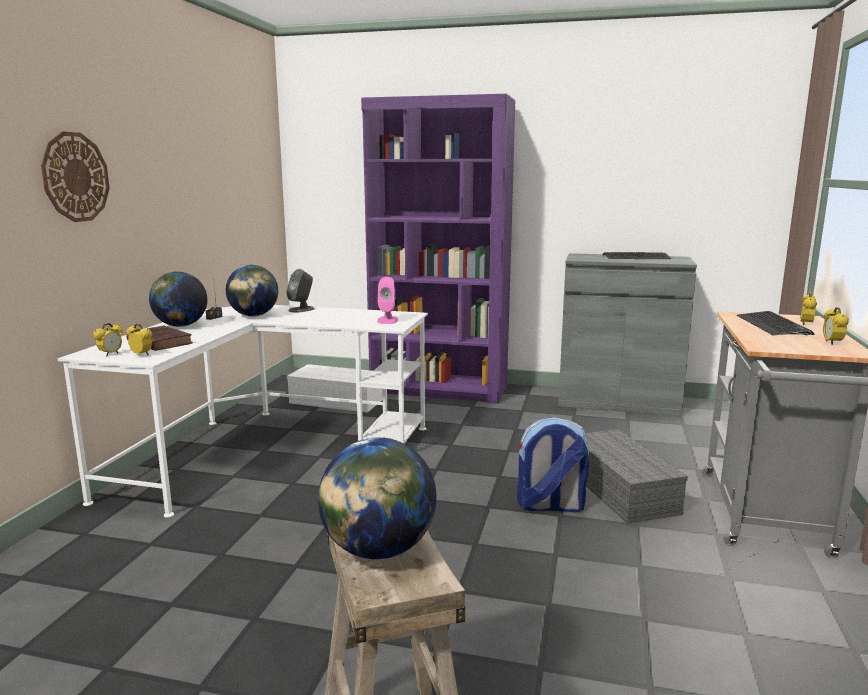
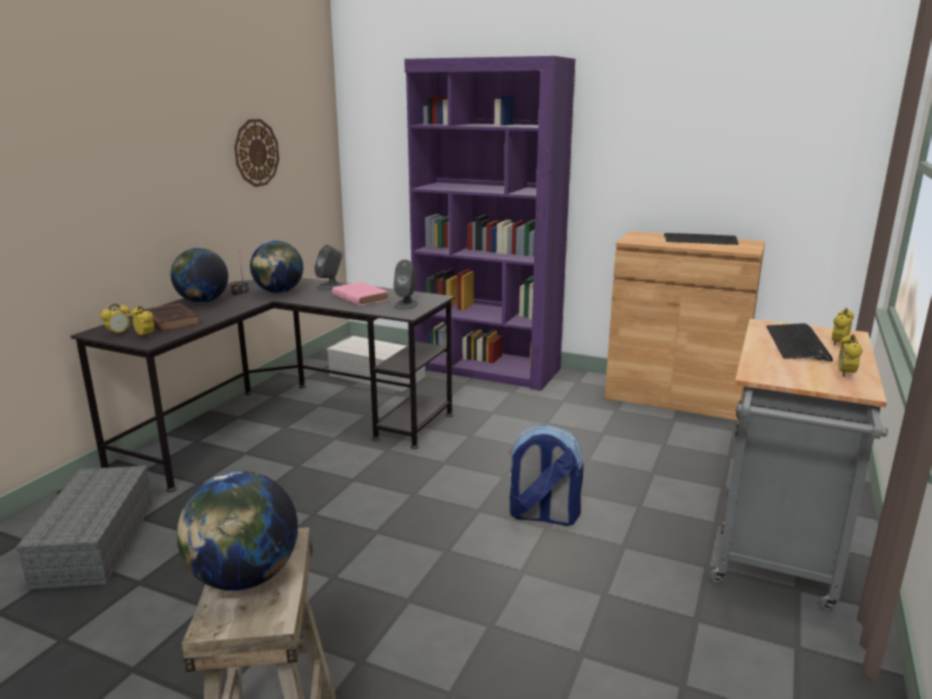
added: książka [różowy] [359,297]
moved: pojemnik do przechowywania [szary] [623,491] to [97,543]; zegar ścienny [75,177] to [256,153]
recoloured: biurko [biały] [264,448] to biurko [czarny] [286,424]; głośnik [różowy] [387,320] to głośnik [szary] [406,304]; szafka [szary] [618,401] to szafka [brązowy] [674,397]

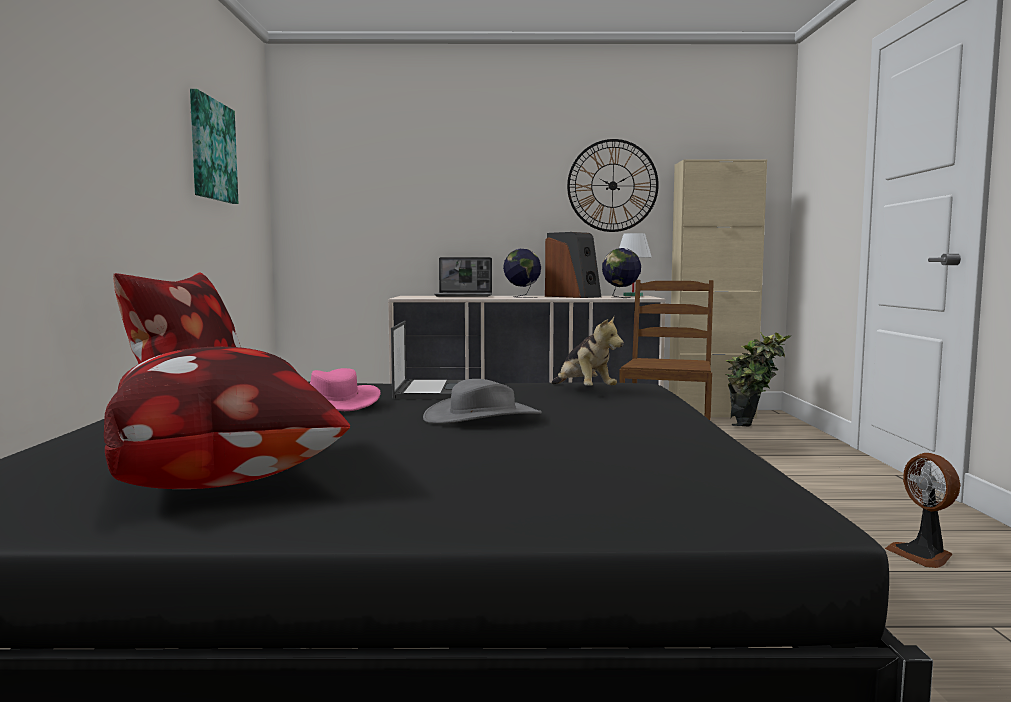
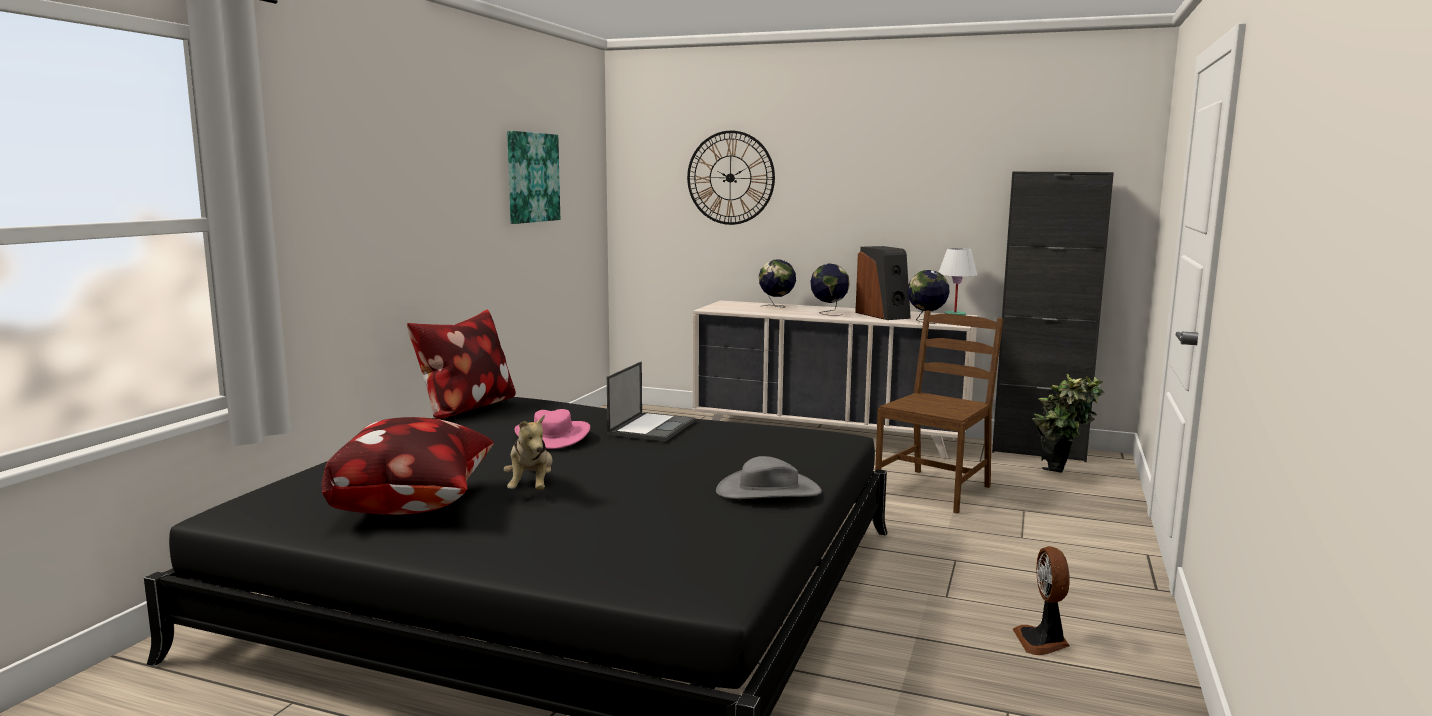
moved: pluszak [584,391] to [531,488]; zegar ścienny [612,185] to [730,178]; kapelusz [szary] [483,417] to [768,491]
replaced: laptop [464,296] to globus [776,307]
recoloured: szafka [beżowy] [711,414] to szafka [czarny] [1038,451]

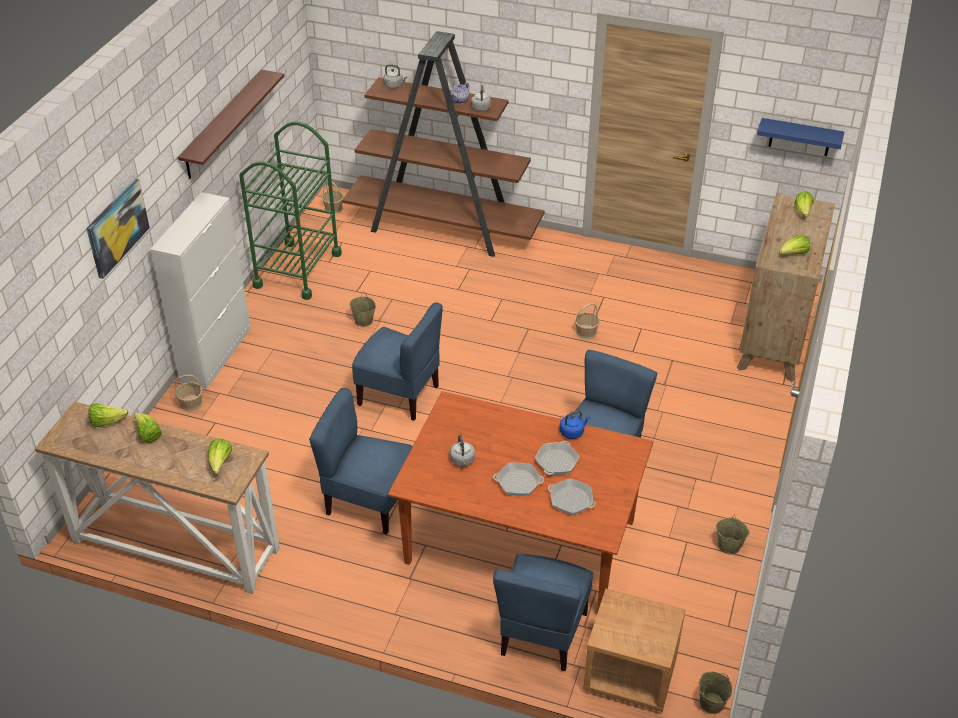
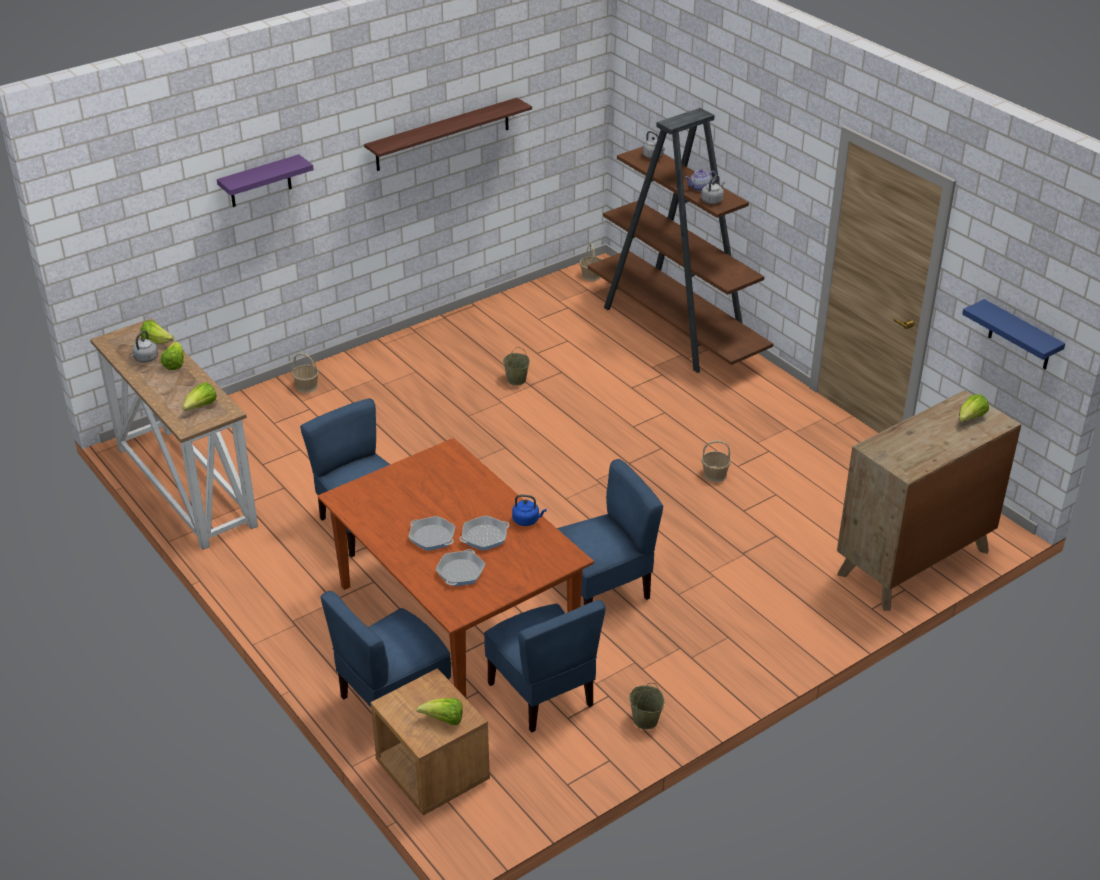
removed: szafka [biały] [216,354]; wózek [zielony] [297,270]; wiadro [beżowy] [711,703]
moved: czajnik [szary] [462,461] to [145,359]; sałata [793,254] to [444,720]; krzesło [niebieski] [399,395] to [542,694]
replaced: obraz [117,227] to półka [fioletowy] [260,182]
turned: patelnia [571,500] = [460,572] 45 degrees clockwise

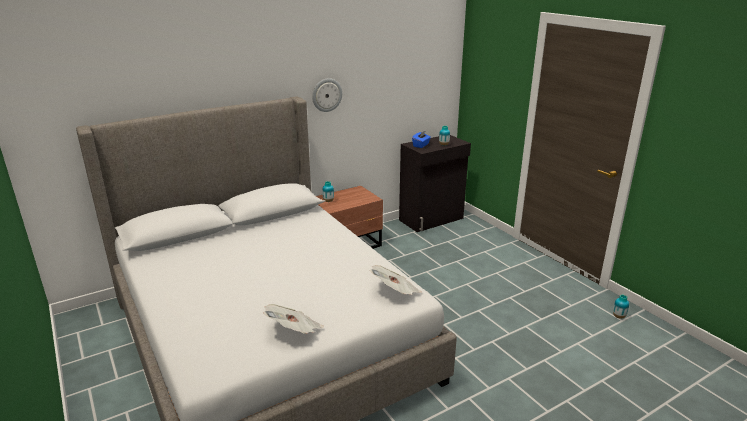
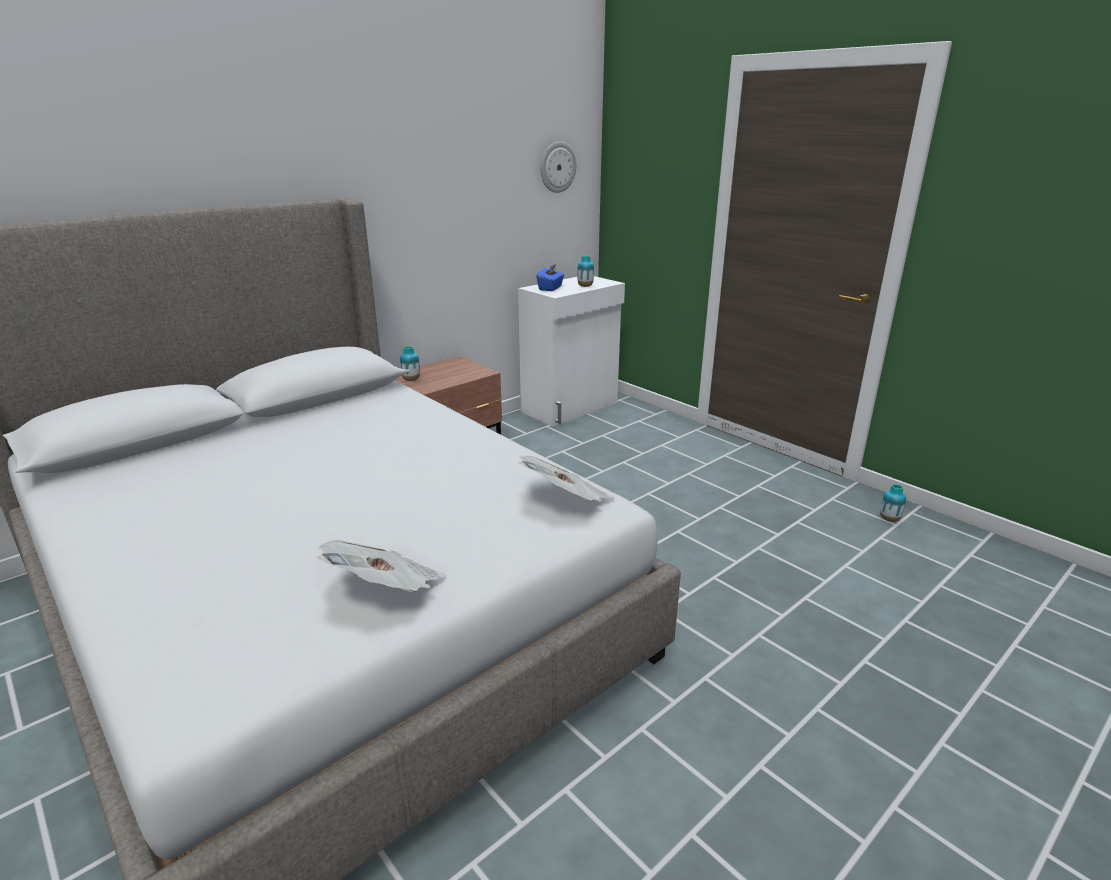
moved: zegar ścienny [326,95] to [557,167]
recoloured: szafka [czarny] [432,219] to szafka [biały] [571,407]

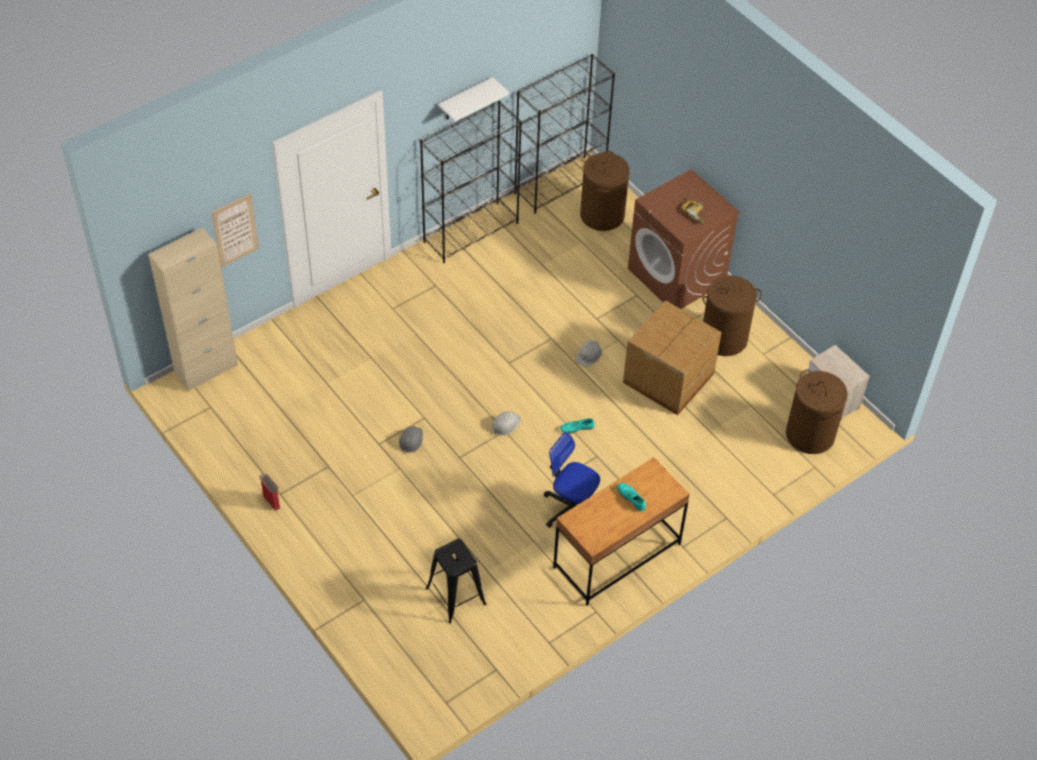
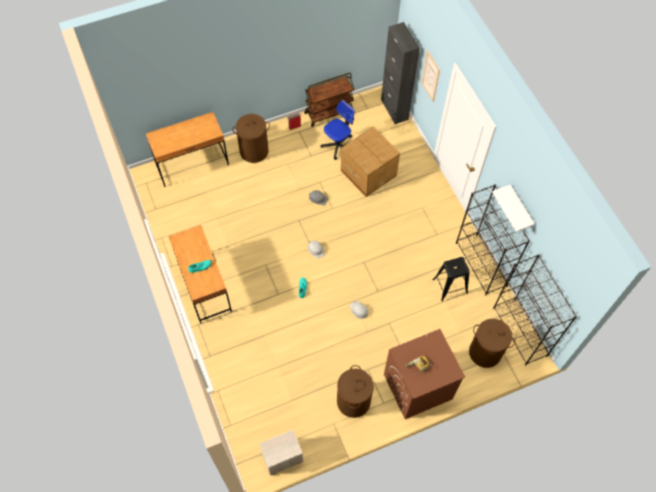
added: biurko [brązowy] [192,164]; wózek [brązowy] [329,112]
moved: kosz na pranie [brązowy] [809,434] to [254,151]; krzesło biurowe [571,509] to [338,145]; karton [667,378] to [368,172]; stołek [czarny] [455,595] to [450,286]
recoloured: szafka [beżowy] [206,370] to szafka [czarny] [394,109]

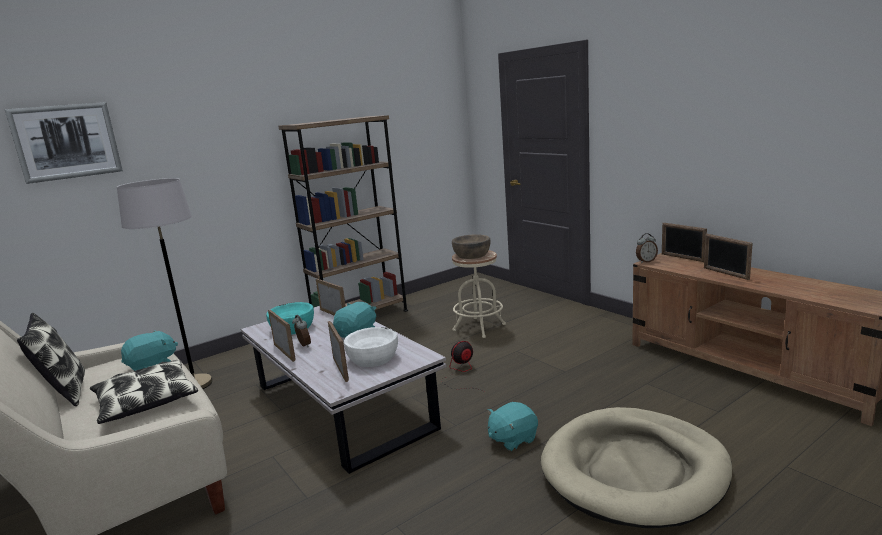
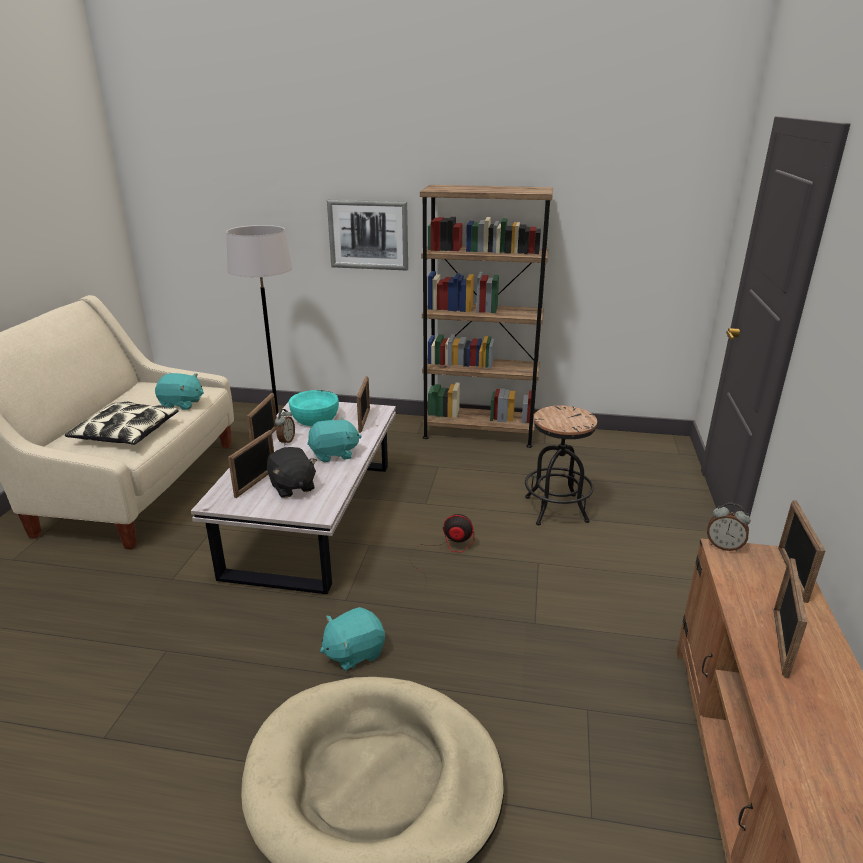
removed: poduszka [64,393]; miska [brązowy] [472,255]
moved: obraz [66,142] to [368,235]
replaced: miska [biały] [373,358] to pluszak [czarny] [292,487]
recoloured: stołek [beżowy] [479,327] to stołek [czarny] [556,509]
turned: pluszak [turkusowy] [512,439] = [354,652] 45 degrees counterclockwise

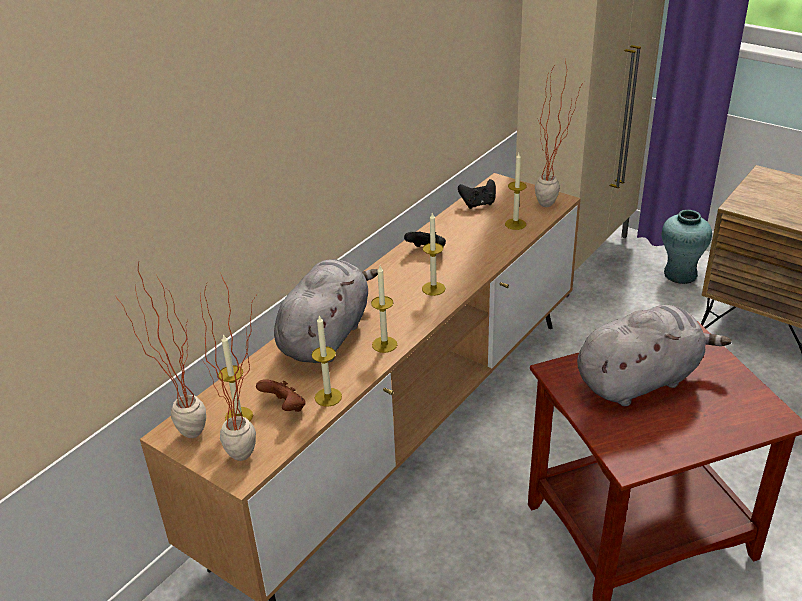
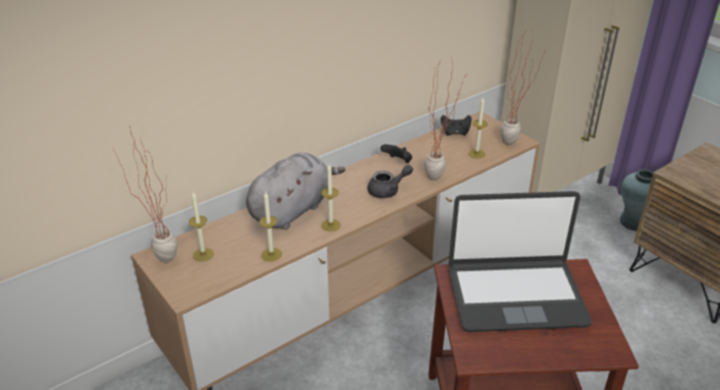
removed: pad do gier [brązowy] [285,408]
moved: roślina doniczkowa [253,455] to [440,179]
replaced: świeca [433,288] to imbryk [szary] [388,191]; pluszak [szary] [640,380] to laptop [515,295]

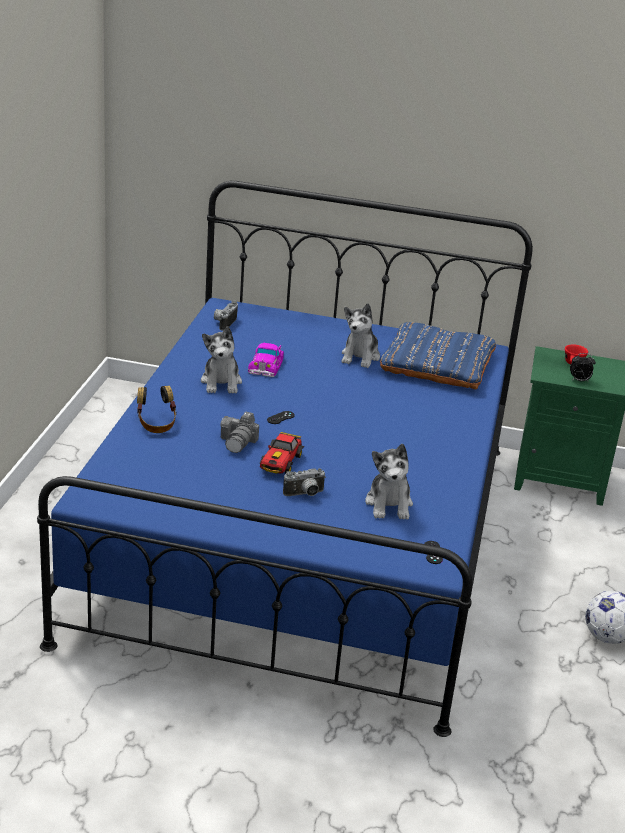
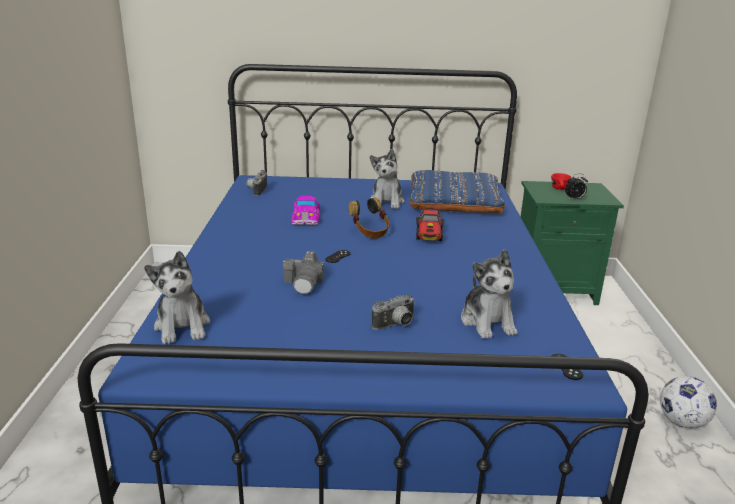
moved: pluszak [221,382] to [182,326]; słuchawki [156,424] to [369,232]; samochodzik [280,463] to [429,235]

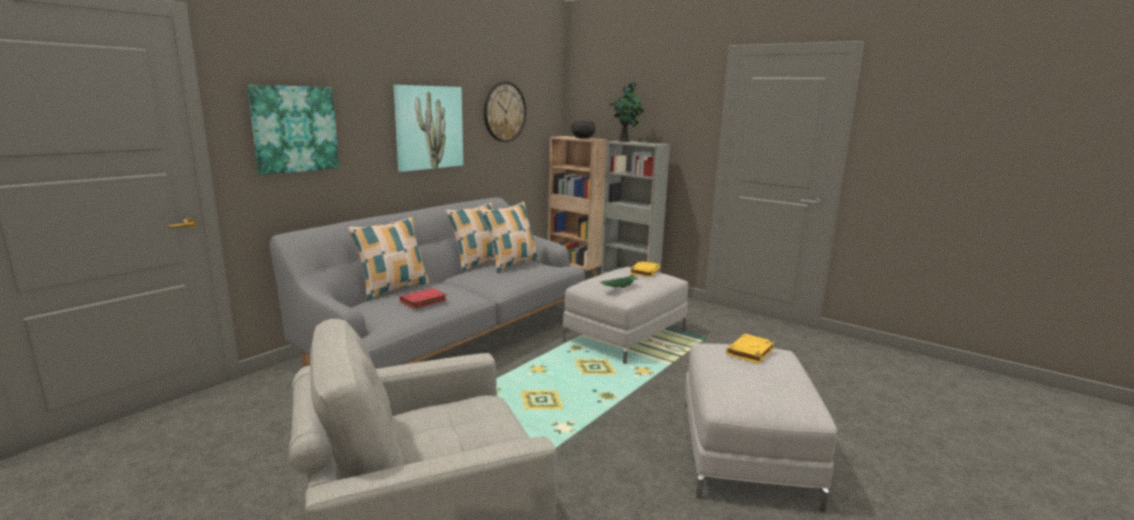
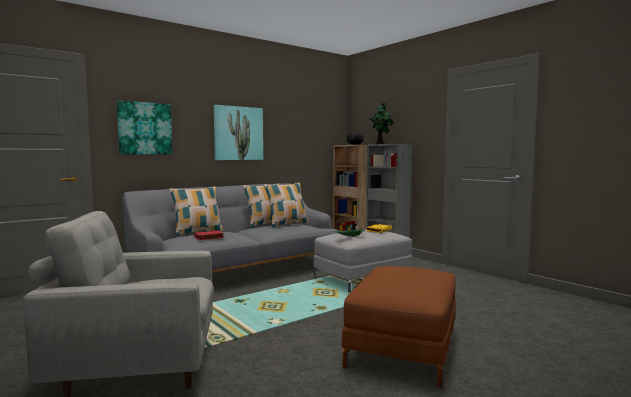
removed: zegar ścienny [504,112]; książka [żółty] [750,352]
recoloured: pufa [szary] [746,451] to pufa [brązowy] [404,346]

